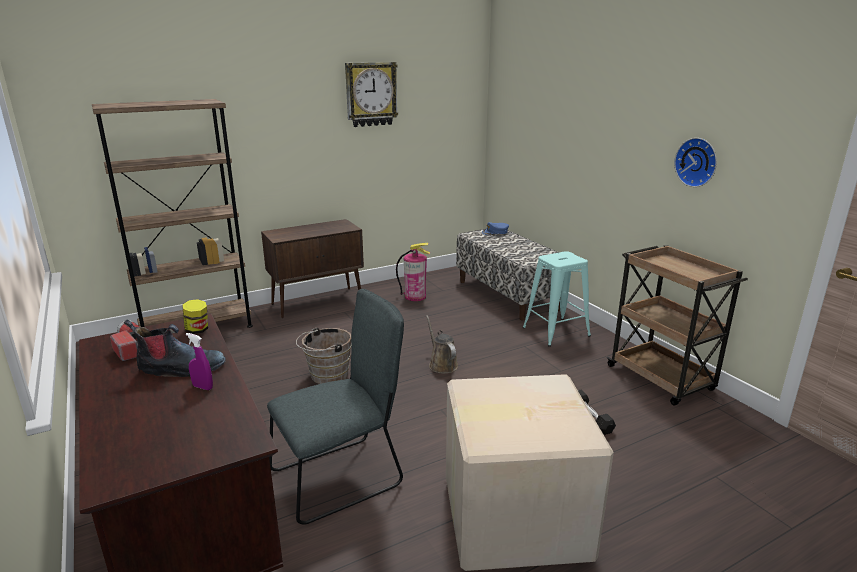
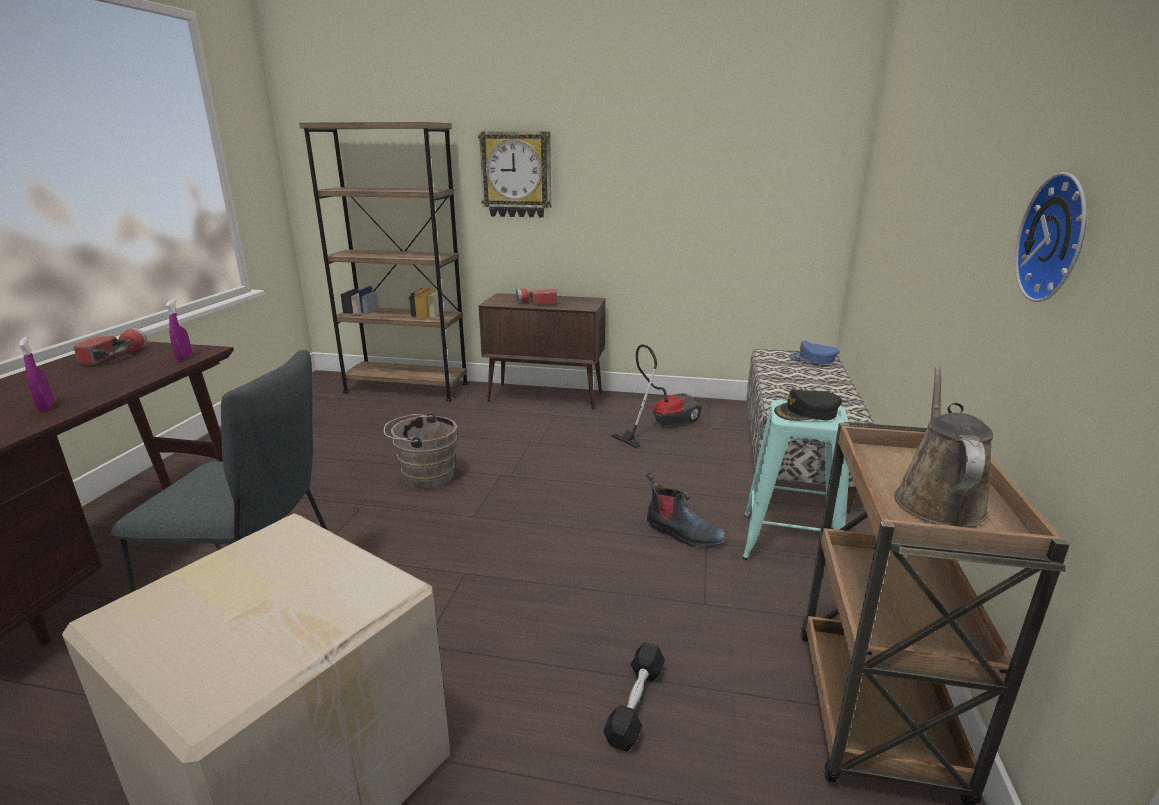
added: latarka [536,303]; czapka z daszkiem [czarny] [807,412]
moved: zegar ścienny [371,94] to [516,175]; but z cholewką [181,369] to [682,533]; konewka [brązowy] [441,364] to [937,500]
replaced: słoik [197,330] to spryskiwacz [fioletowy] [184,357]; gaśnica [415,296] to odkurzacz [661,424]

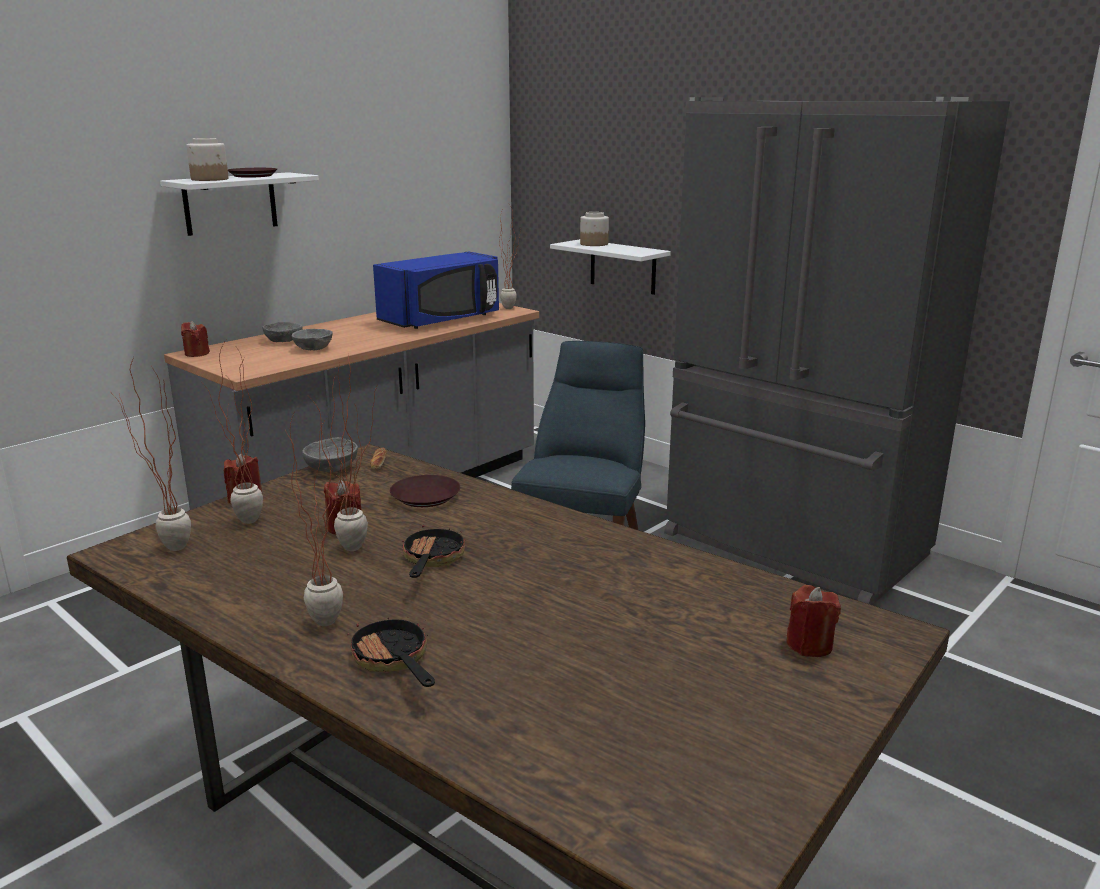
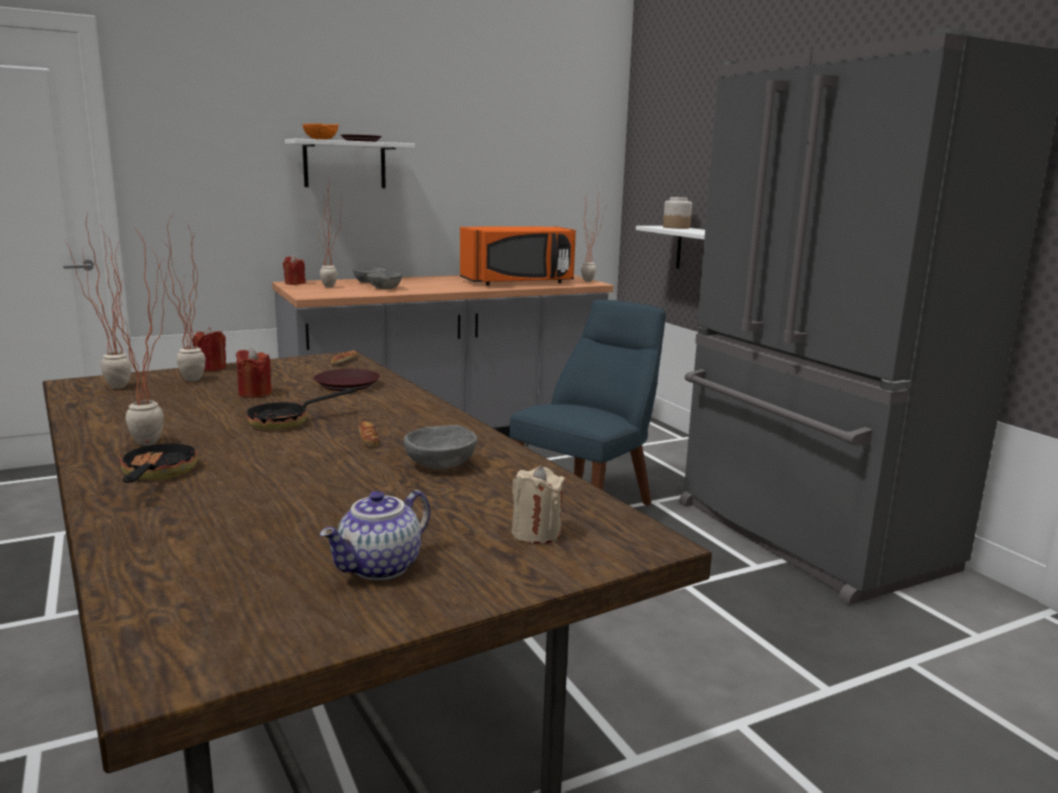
added: imbryk [380,568]; chleb [368,438]
moved: roślina doniczkowa [361,550] to [331,287]; miska [szary] [332,468] to [440,465]
replaced: słoik [210,179] to miska [pomarańczowy] [321,139]
recoloured: mikrofalówka [niebieski] [443,320] to mikrofalówka [pomarańczowy] [519,282]; świeca [czerwony] [809,645] to świeca [beżowy] [536,533]
turned: patelnia [431,560] = [288,421] 150 degrees counterclockwise

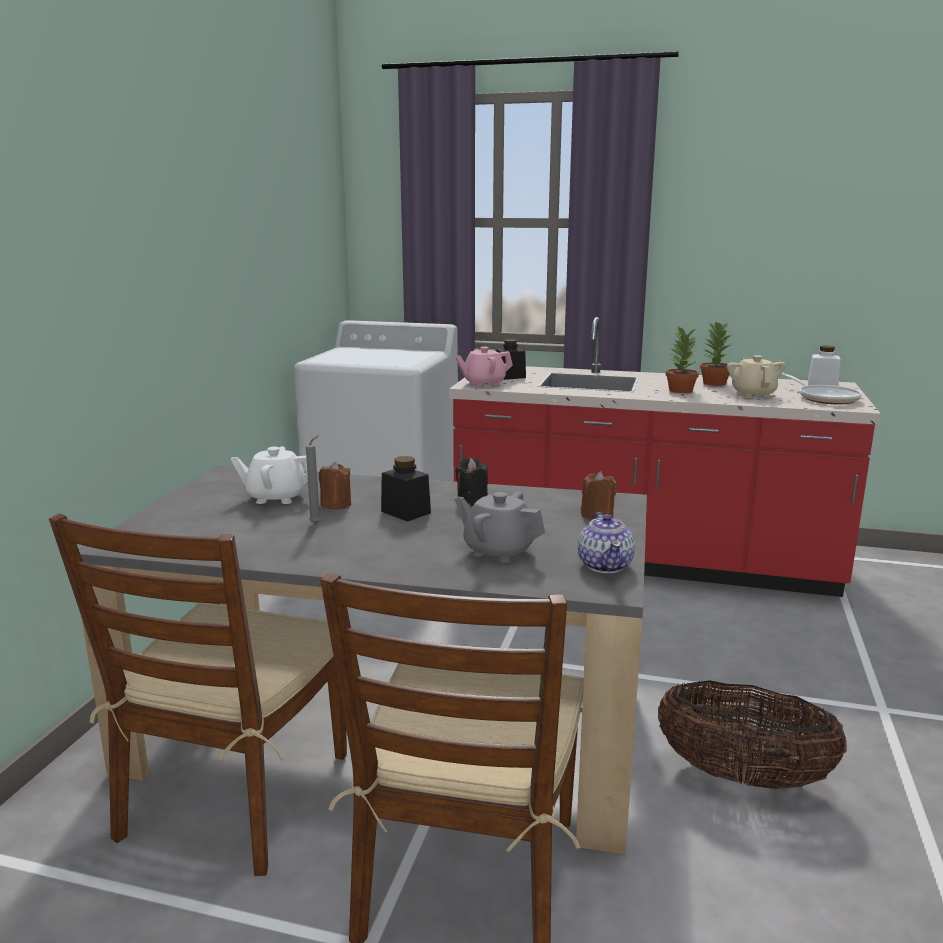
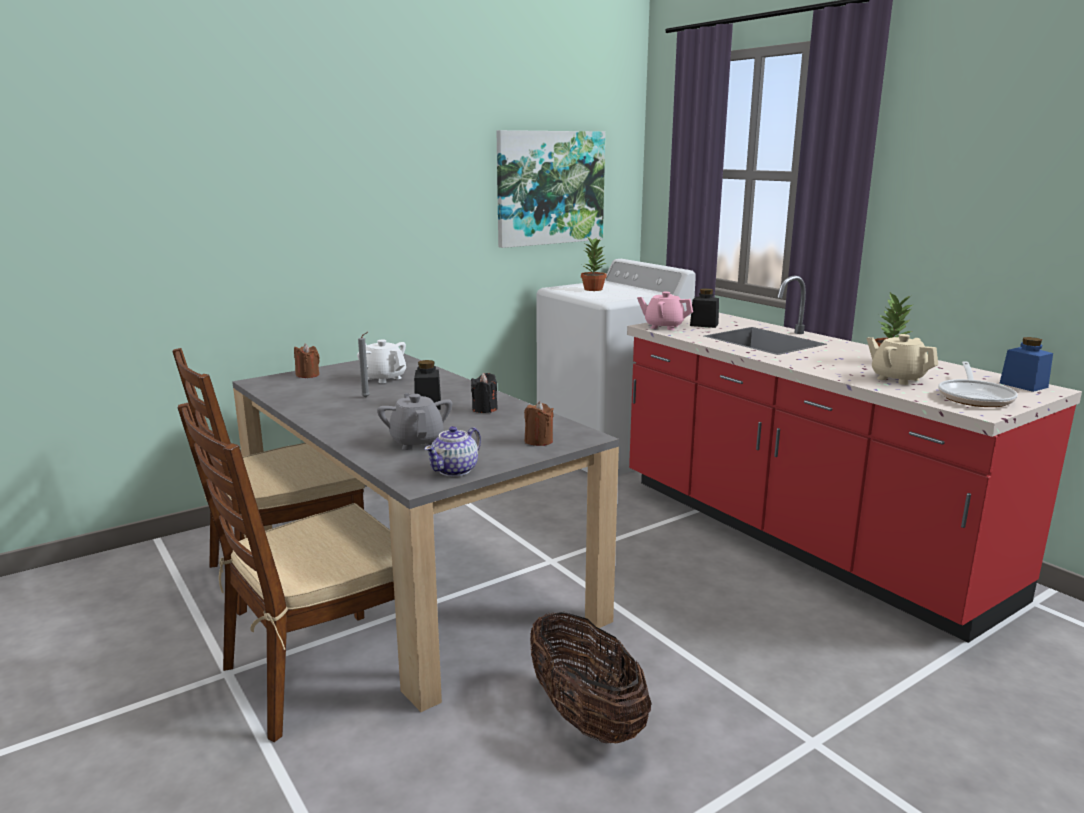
added: obraz [550,188]
moved: świeca [brązowy] [336,504] to [308,375]; roślina doniczkowa [680,390] to [593,289]
recoloured: słoik [biały] [822,384] to słoik [niebieski] [1023,385]
turned: imbryk [beżowy] [753,394] = [897,379] 75 degrees counterclockwise

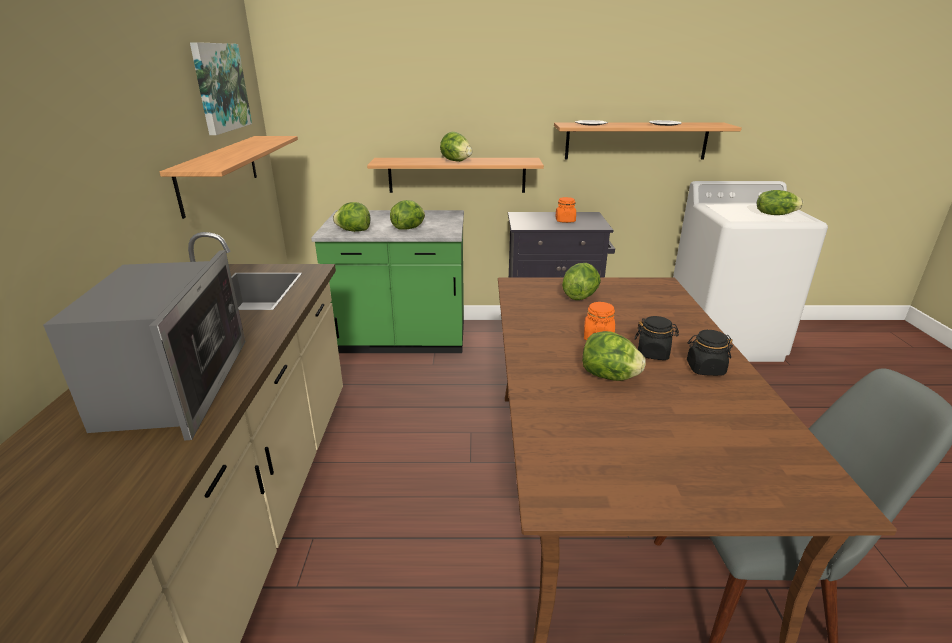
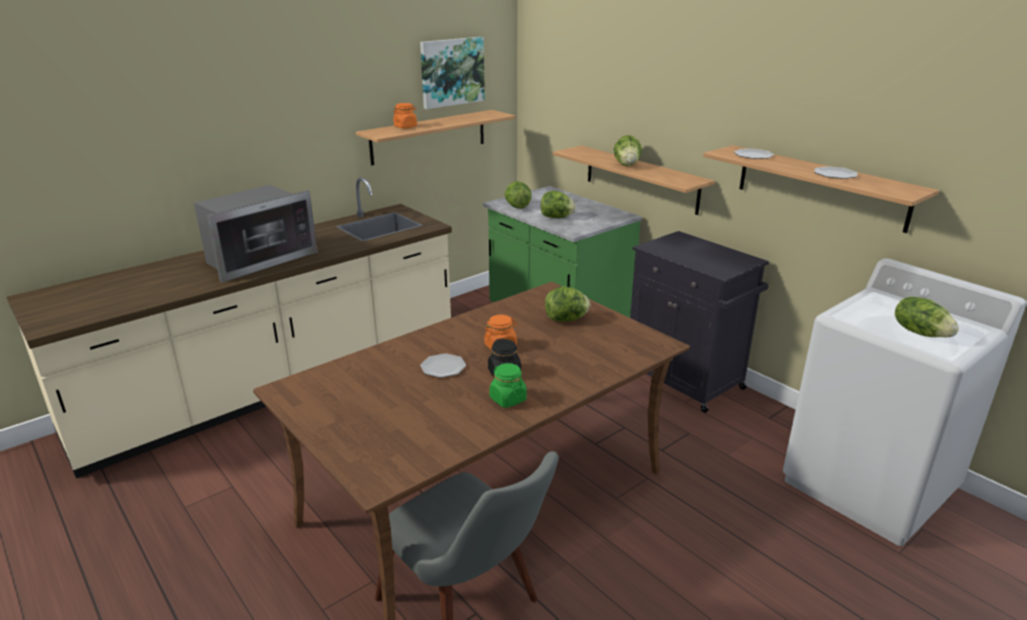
moved: słoik [pomarańczowy] [565,221] to [405,127]
replaced: sałata [609,376] to talerz [443,367]
recoloured: słoik [czarny] [705,369] to słoik [zielony] [507,399]

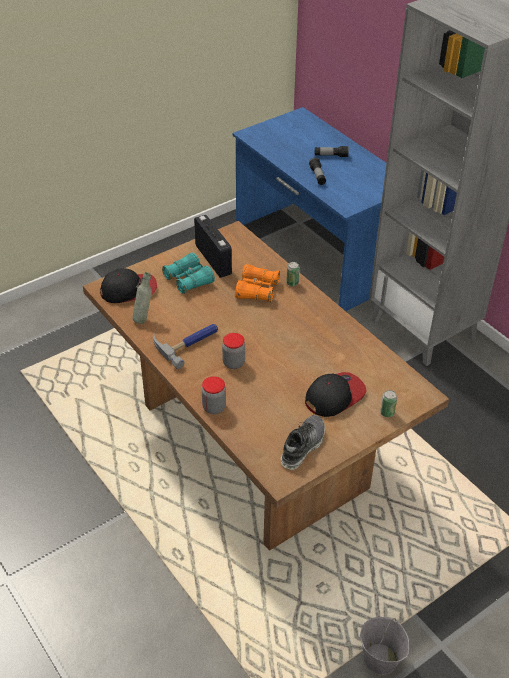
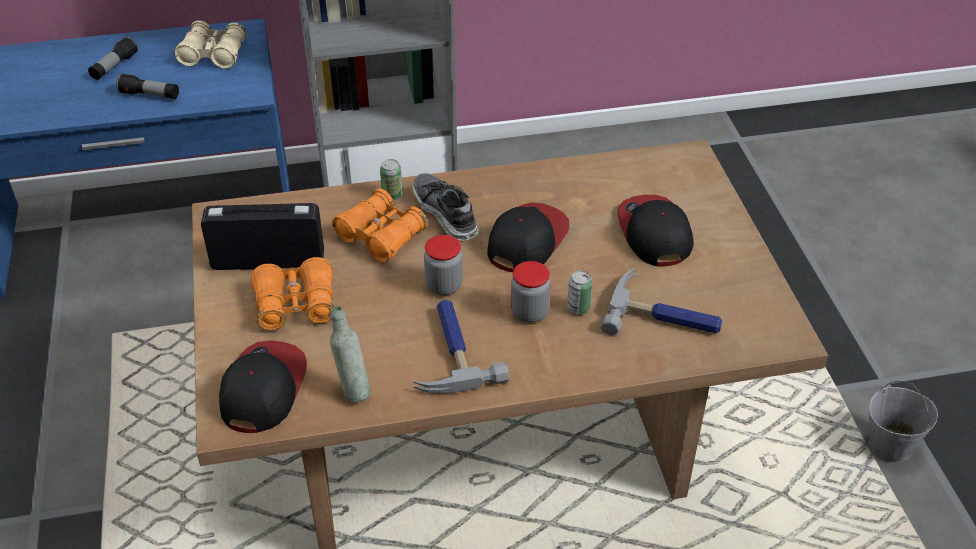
added: lornetka [beżowy] [213,54]; czapka z daszkiem [527,240]; młotek [664,316]
moved: but [302,446] to [445,213]; słoik [214,407] to [444,286]; puszka [387,413] to [578,308]
recoloured: lornetka [turkusowy] [188,280] to lornetka [pomarańczowy] [296,305]

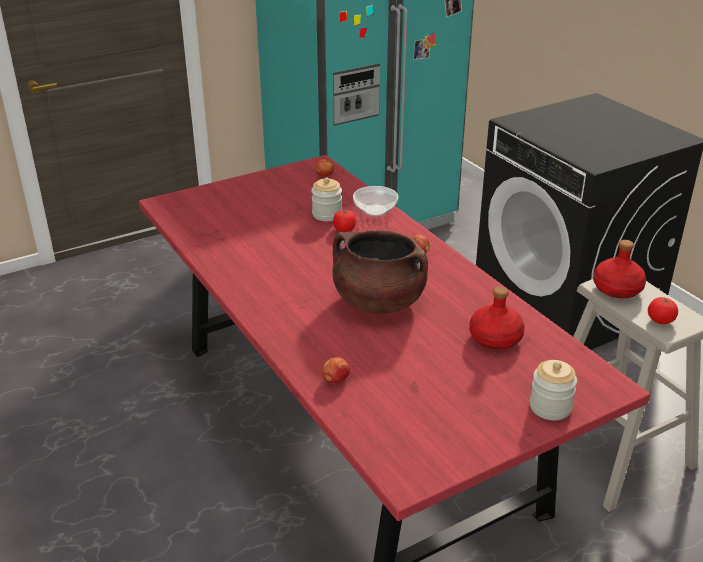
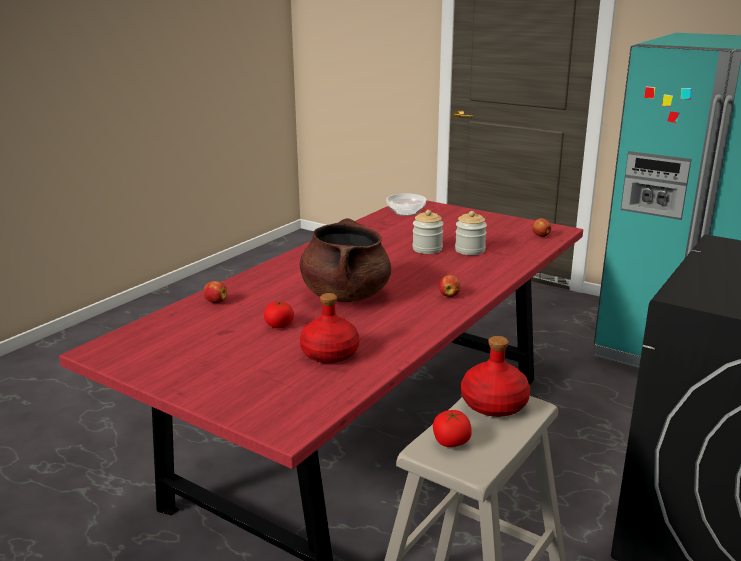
moved: pomidor [344,229] to [279,325]; miska [375,210] to [406,212]; słoik [550,407] to [427,249]

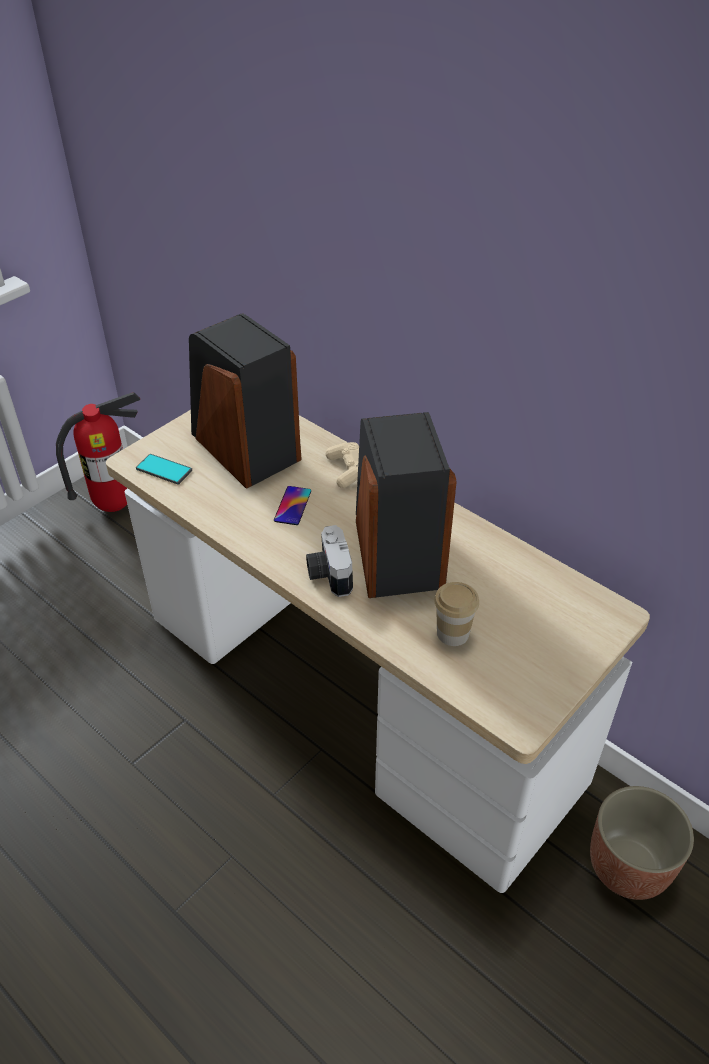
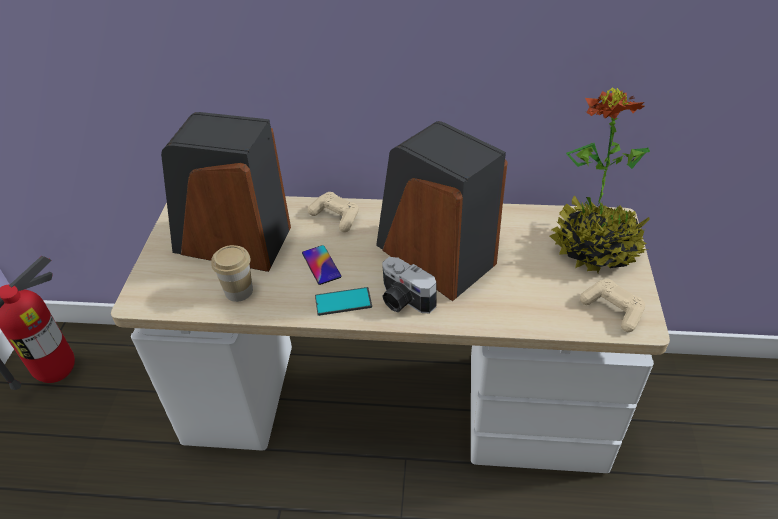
removed: donica [628,866]
added: roślina doniczkowa [595,247]; pad do gier [beżowy] [612,310]
moved: filiżanka [453,633] to [239,291]; telefon [164,469] to [343,302]

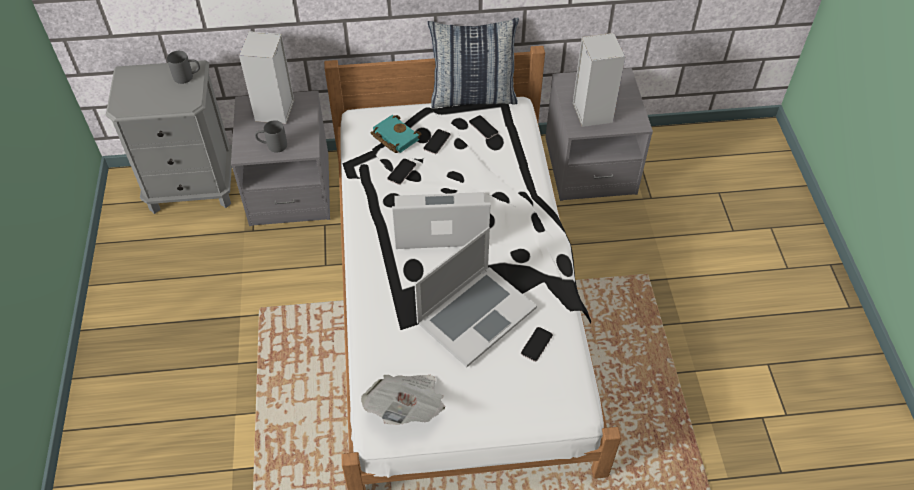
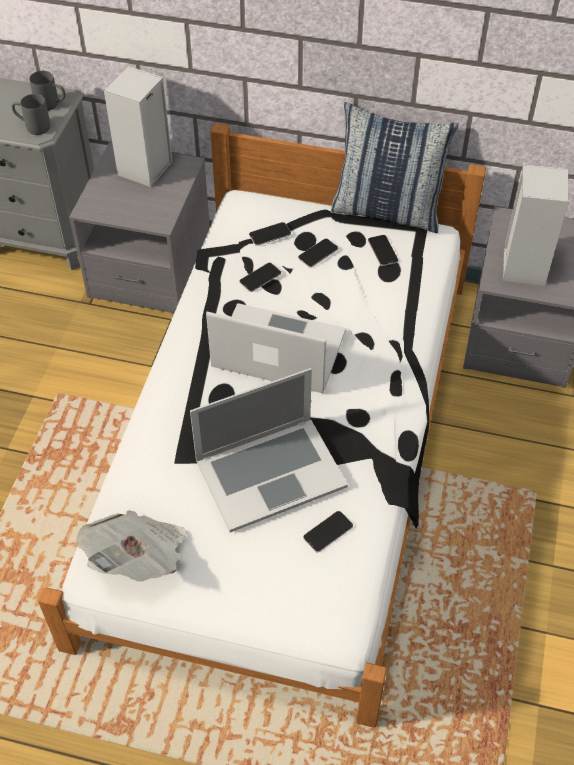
moved: kubek [szary] [272,146] to [33,126]
replaced: książka [turkusowy] [394,137] to telefon [270,234]

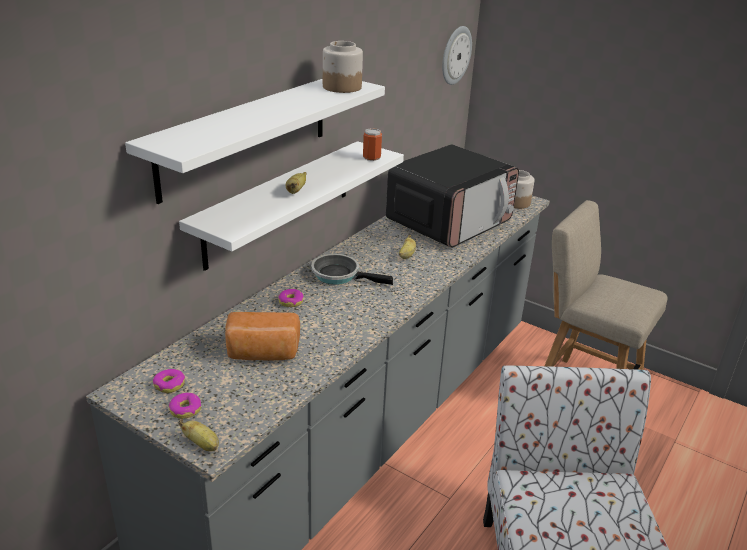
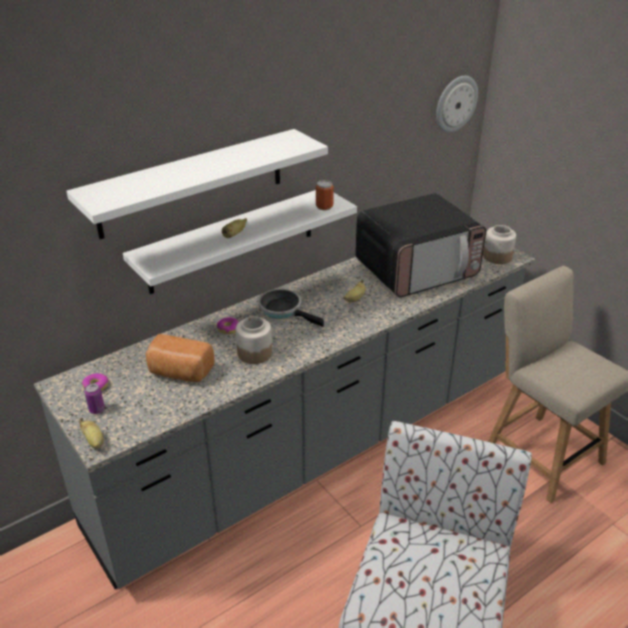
moved: słoik [341,87] to [254,353]
replaced: donut [185,409] to puszka [97,409]

